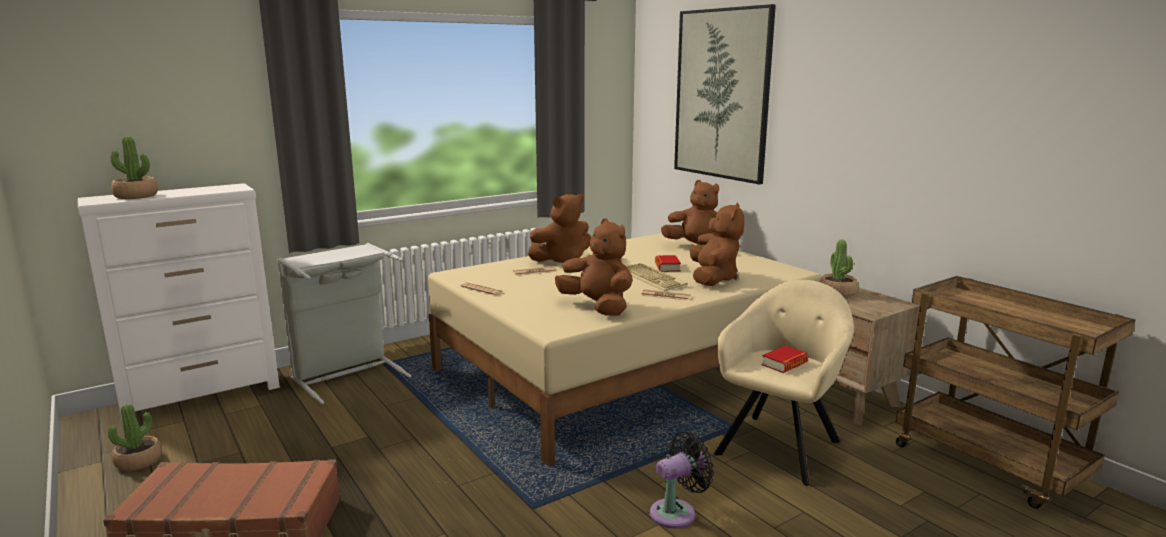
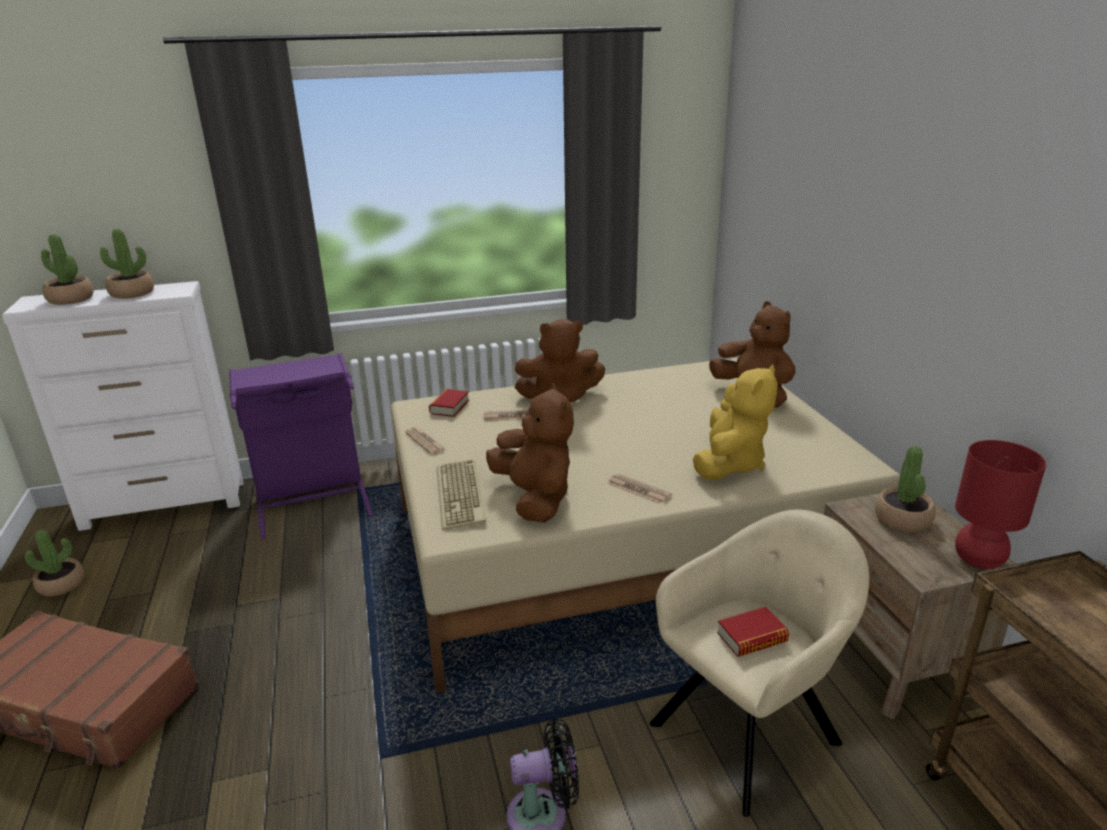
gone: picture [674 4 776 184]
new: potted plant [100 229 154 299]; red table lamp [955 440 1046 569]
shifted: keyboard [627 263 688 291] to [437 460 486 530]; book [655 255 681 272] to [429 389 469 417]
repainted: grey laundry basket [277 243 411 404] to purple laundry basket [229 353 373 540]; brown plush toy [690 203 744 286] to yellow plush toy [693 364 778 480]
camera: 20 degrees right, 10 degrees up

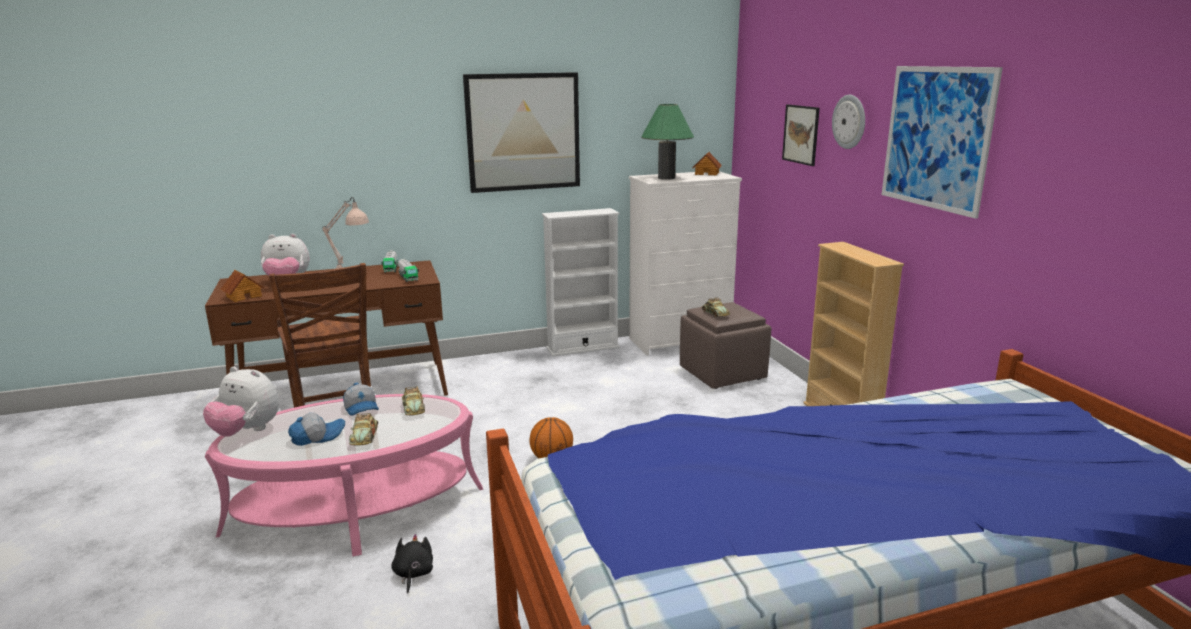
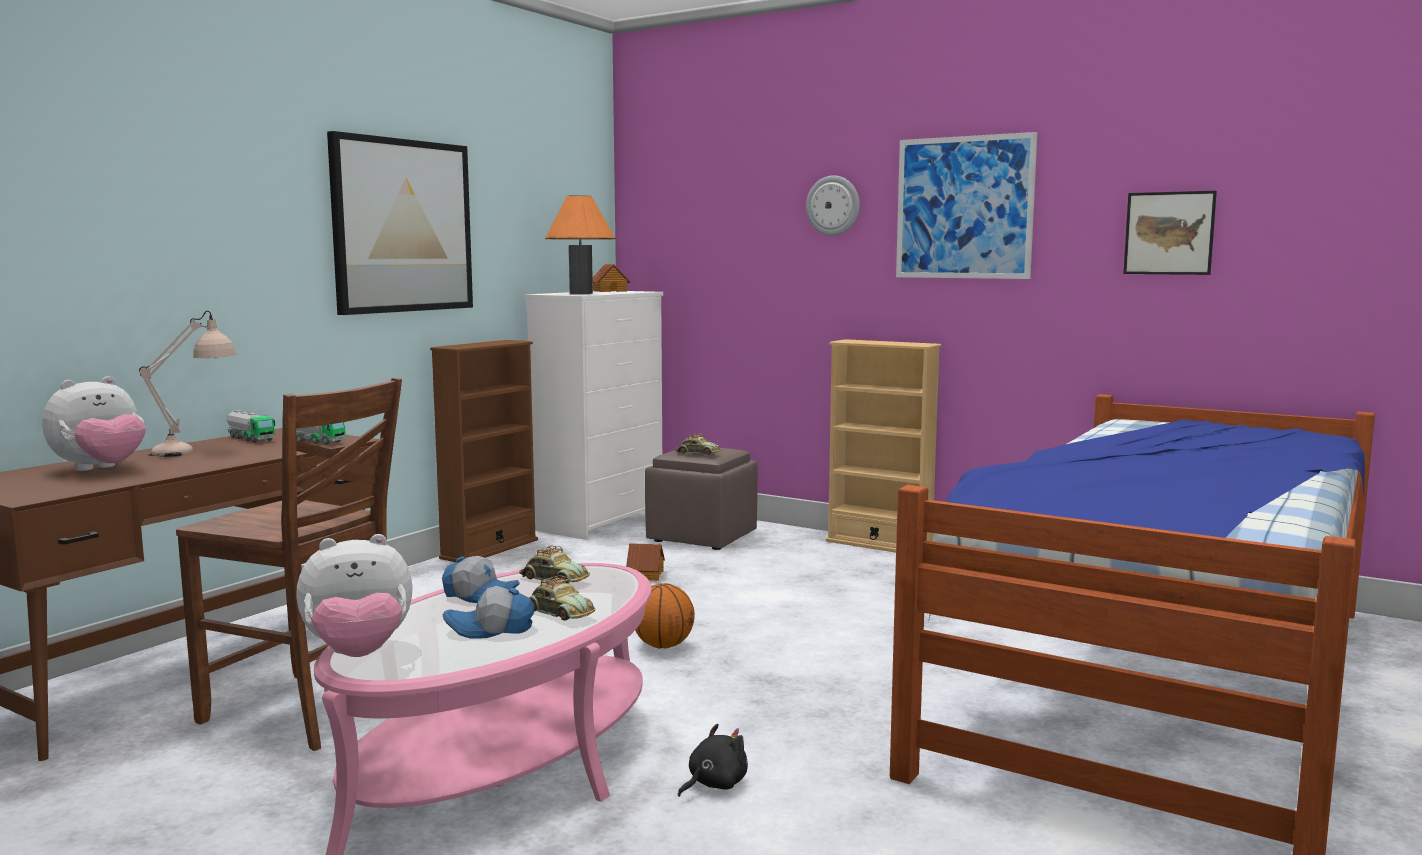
shifted: toy house [221 270 264 302] to [626 543 665 581]; picture [782 105 820 166] to [1123 191 1217 275]
repainted: white bookcase [542 208 619 356] to brown bookcase [430 340 538 562]; green table lamp [641 104 694 180] to orange table lamp [545 195 615 294]
rotated: cap [288 413 345 446] = [443 586 534 639] 120 degrees counterclockwise; black plush toy [391 534 433 594] = [678 724 748 797] 90 degrees clockwise
camera: 40 degrees left, 10 degrees down

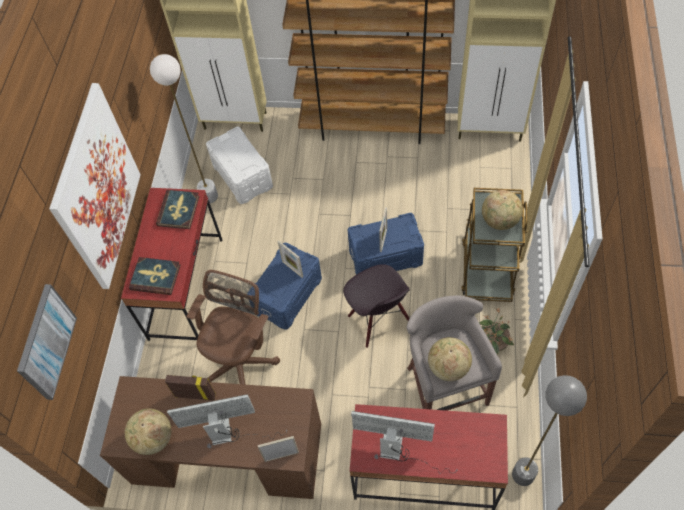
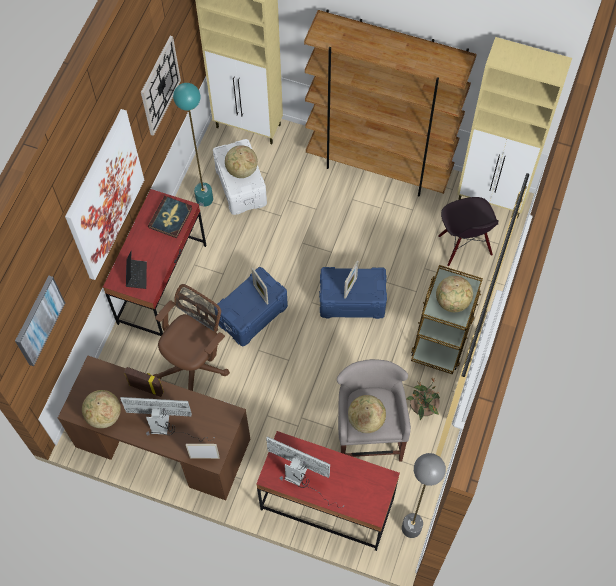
new: wall clock [141 36 181 136]; globe [225 145 258 178]
shifted: black chair [343 264 410 348] to [438 197 499 266]
swapped: book [129 257 180 295] to laptop [126 251 147 289]
repainted: white floor lamp [150 54 218 204] to turquoise floor lamp [173 83 213 207]
camera: 10 degrees right, 5 degrees up

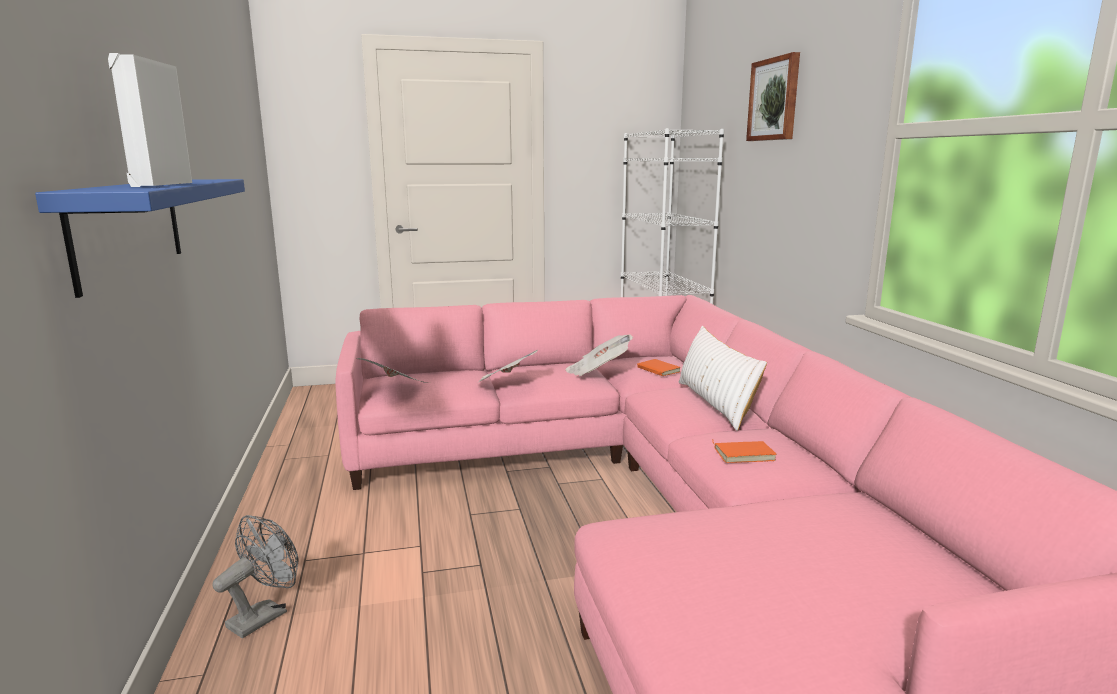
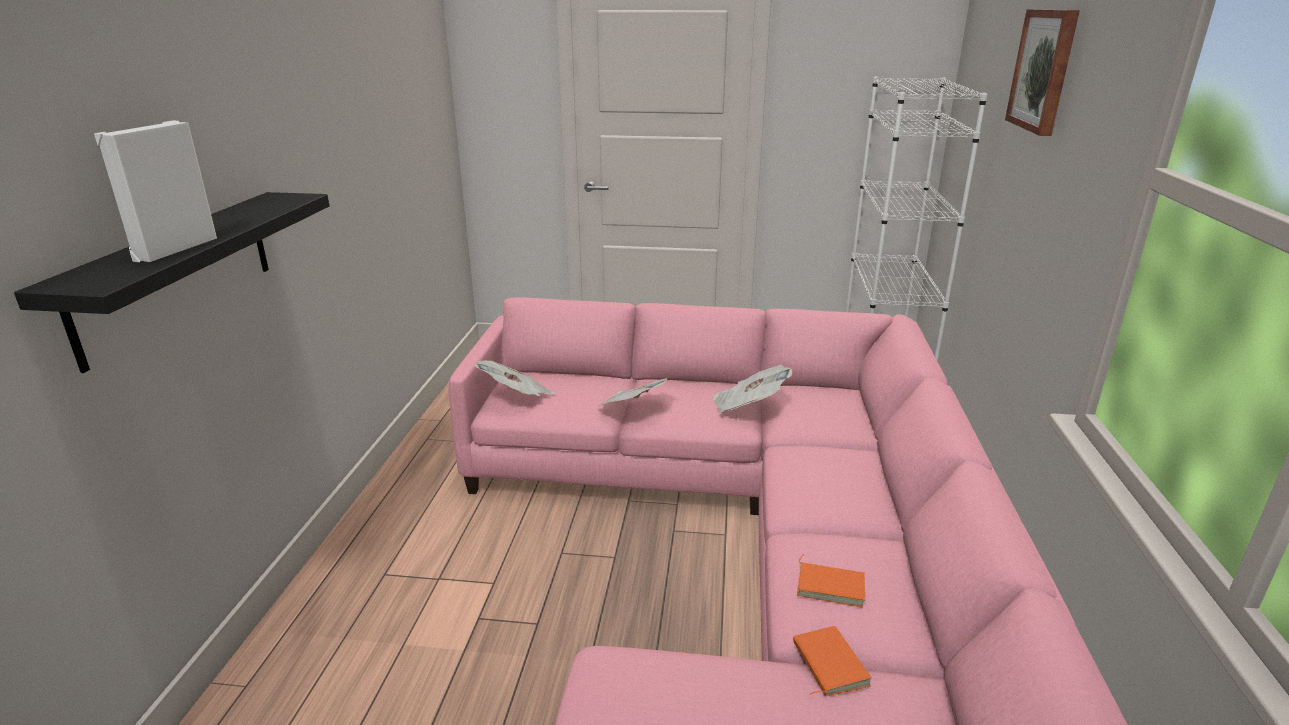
gone: grey fan [212 515 298 638]; white pillow [678 326 767 431]
shifted: orange book [637 359 680 376] to [793 626 871 696]
repainted: blue shelf [35 179 245 298] to black shelf [14 192 329 373]
camera: 20 degrees right, 10 degrees up

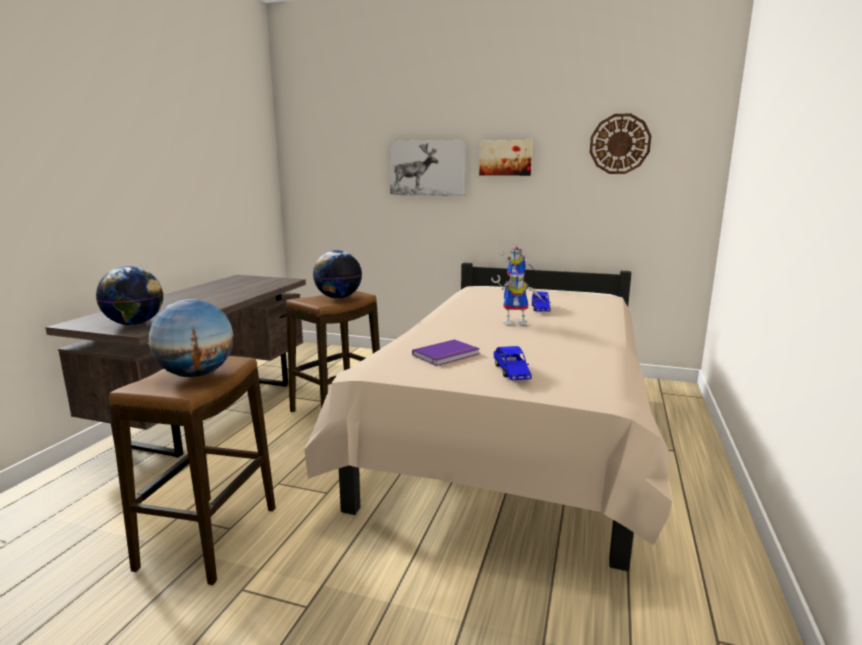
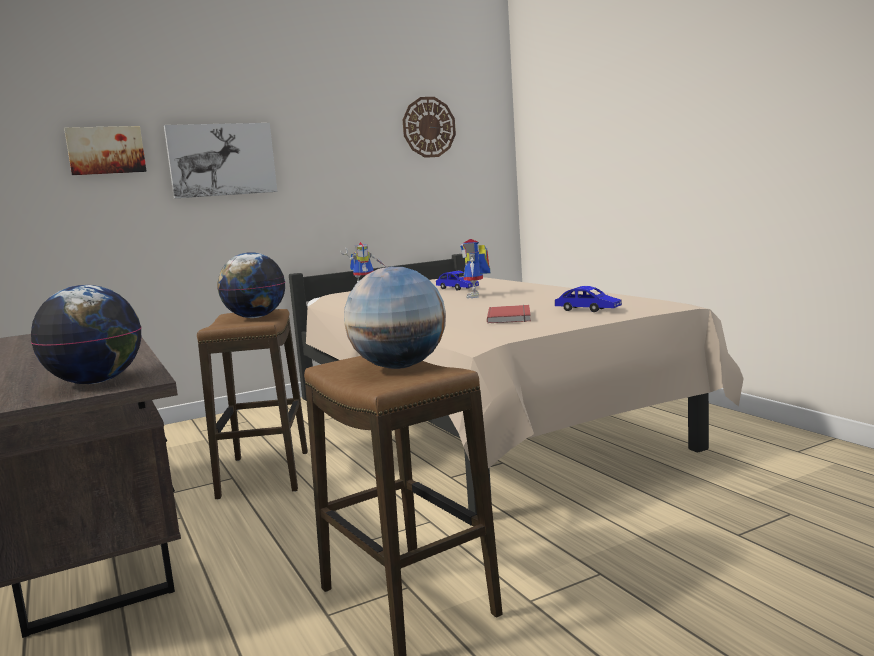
shifted: picture [479 140 532 176] to [64 126 146 175]
repainted: purple book [412 339 480 366] to red book [487 305 531 323]
rotated: toy robot [491 271 545 326] = [460 239 490 298] 135 degrees clockwise
camera: 45 degrees left, 5 degrees down

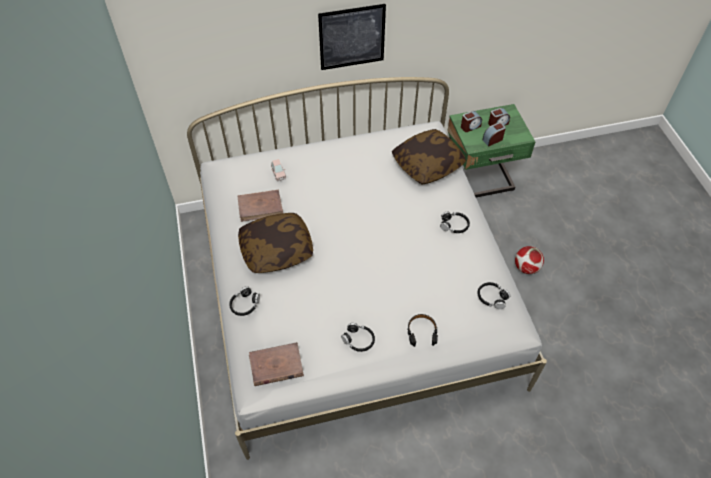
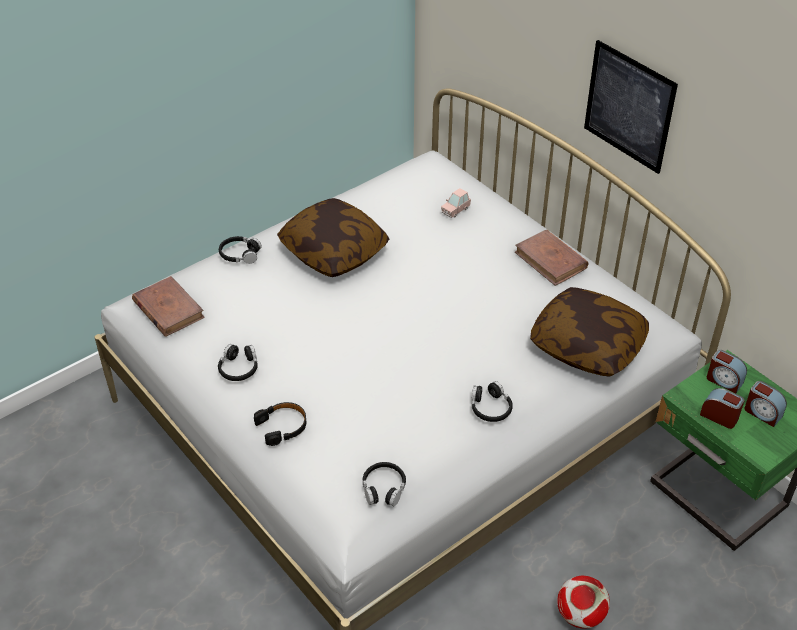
shifted: brown book [237 190 283 222] to [515 229 588 286]
camera: 65 degrees right, 10 degrees down

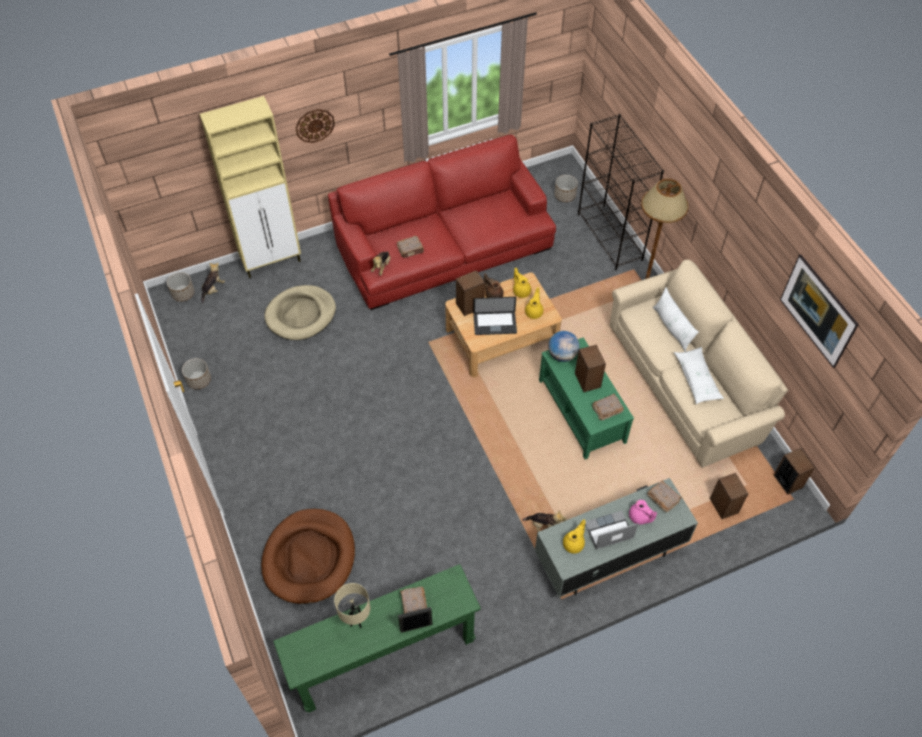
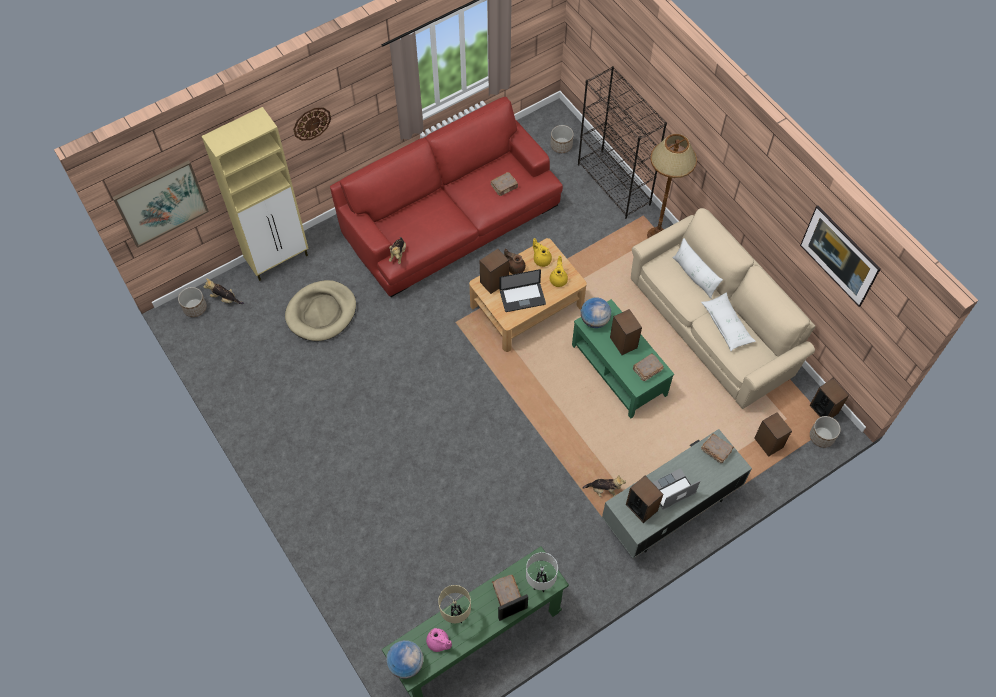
gone: brown dog bed [261 509 355 604]
new: picture [112 160 209 248]; globe [386 640 424 679]; white table lamp [526 552 558 592]
shifted: planter [182 358 211 389] to [810 416 841 448]; brown book [397 236 424 258] to [491 172 518 196]; pink teapot [629 500 657 525] to [426 628 452 652]
swapped: yellow teapot [563 520 586 554] to speaker [626 476 663 523]
rotated: plush toy [201 263 225 303] = [203 278 244 304] 90 degrees counterclockwise
camera: 10 degrees left, 5 degrees up

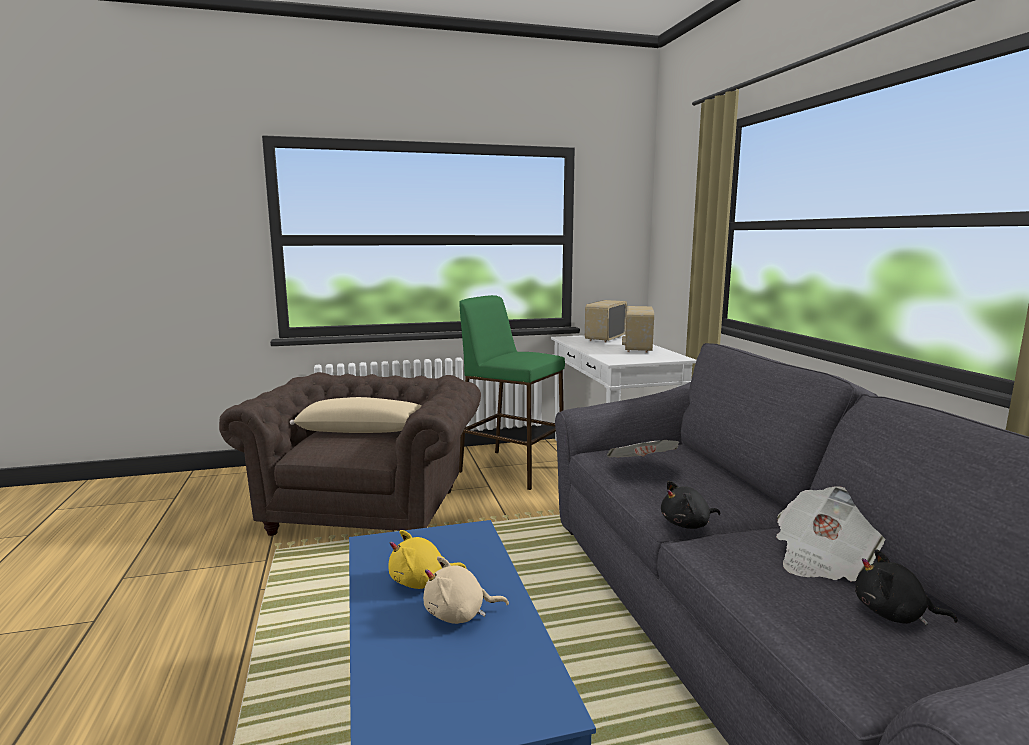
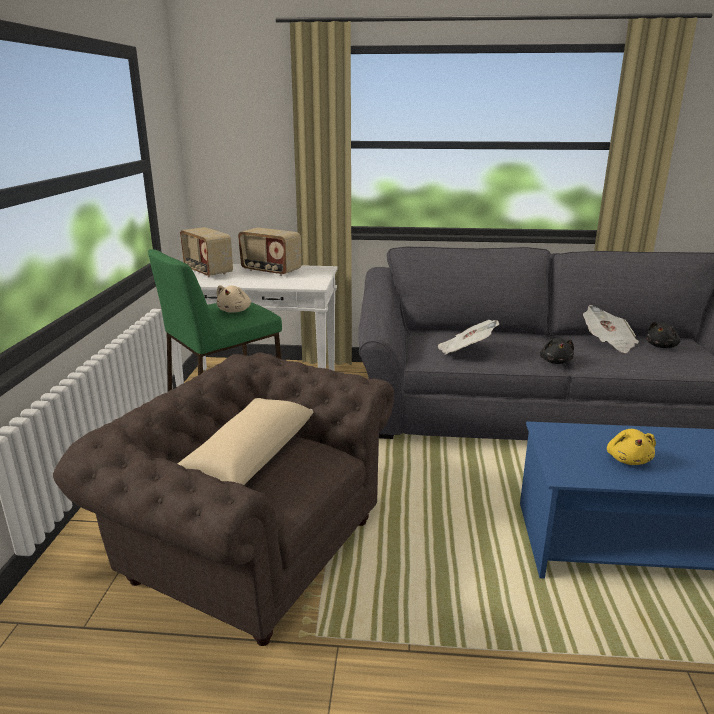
shifted: beige plush toy [423 556 509 624] to [217 285 251 313]
camera: 70 degrees left, 10 degrees up

